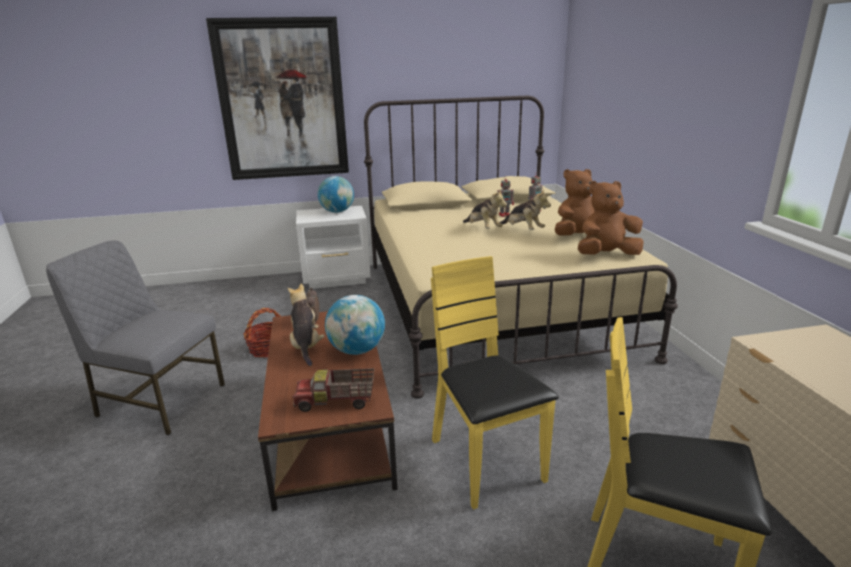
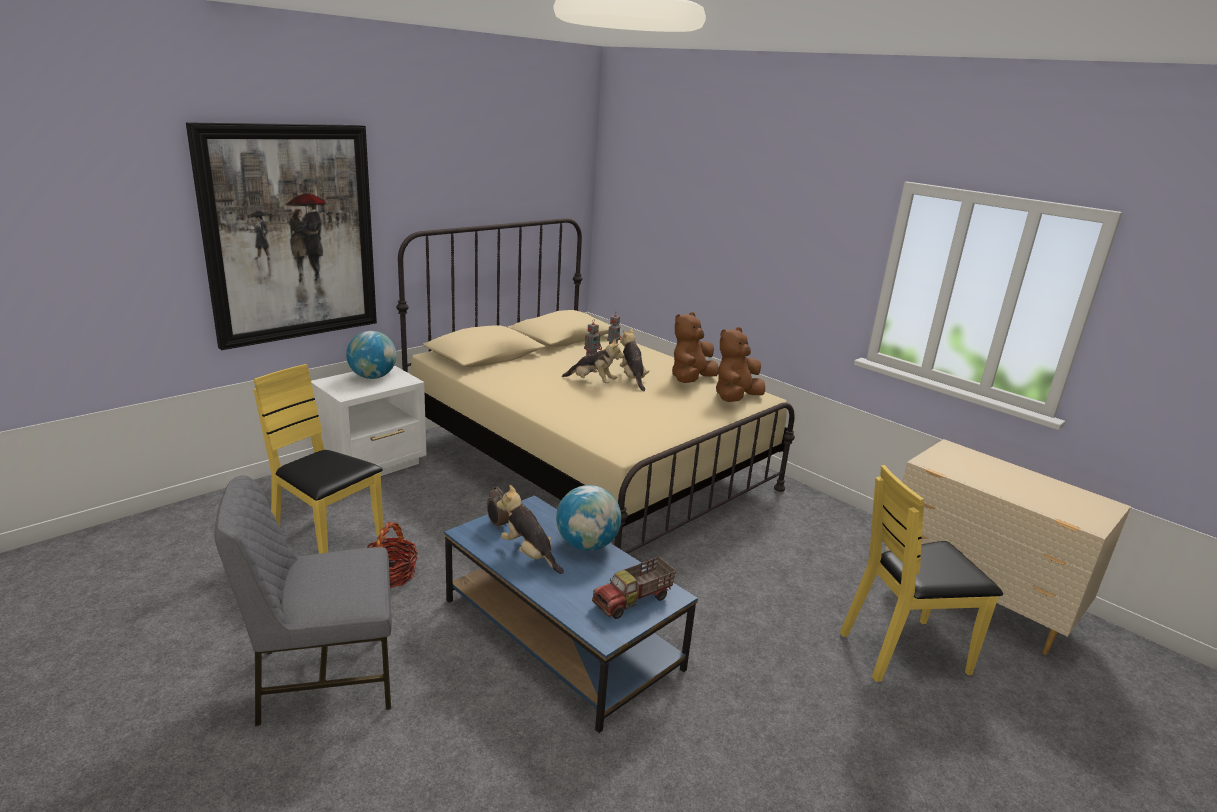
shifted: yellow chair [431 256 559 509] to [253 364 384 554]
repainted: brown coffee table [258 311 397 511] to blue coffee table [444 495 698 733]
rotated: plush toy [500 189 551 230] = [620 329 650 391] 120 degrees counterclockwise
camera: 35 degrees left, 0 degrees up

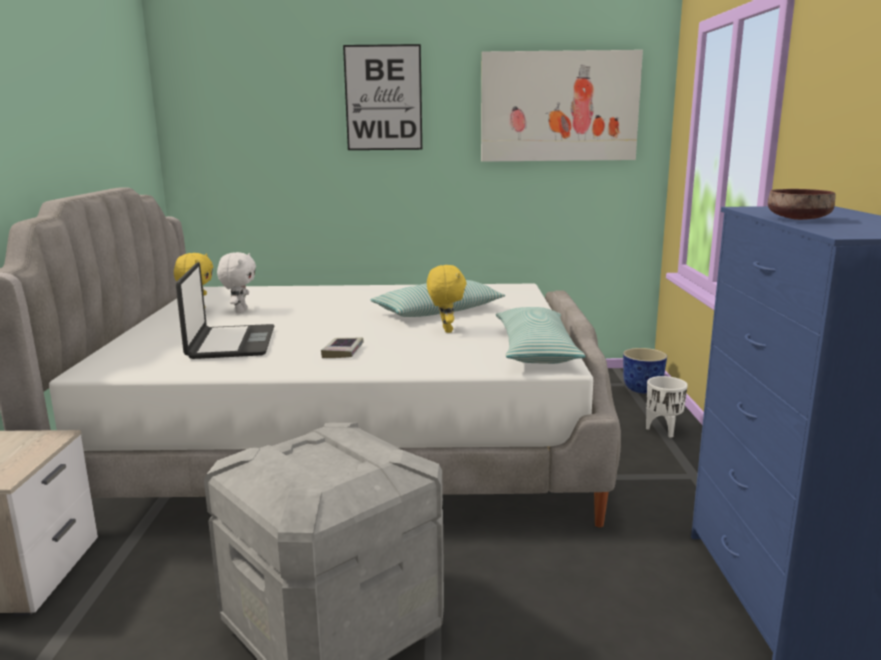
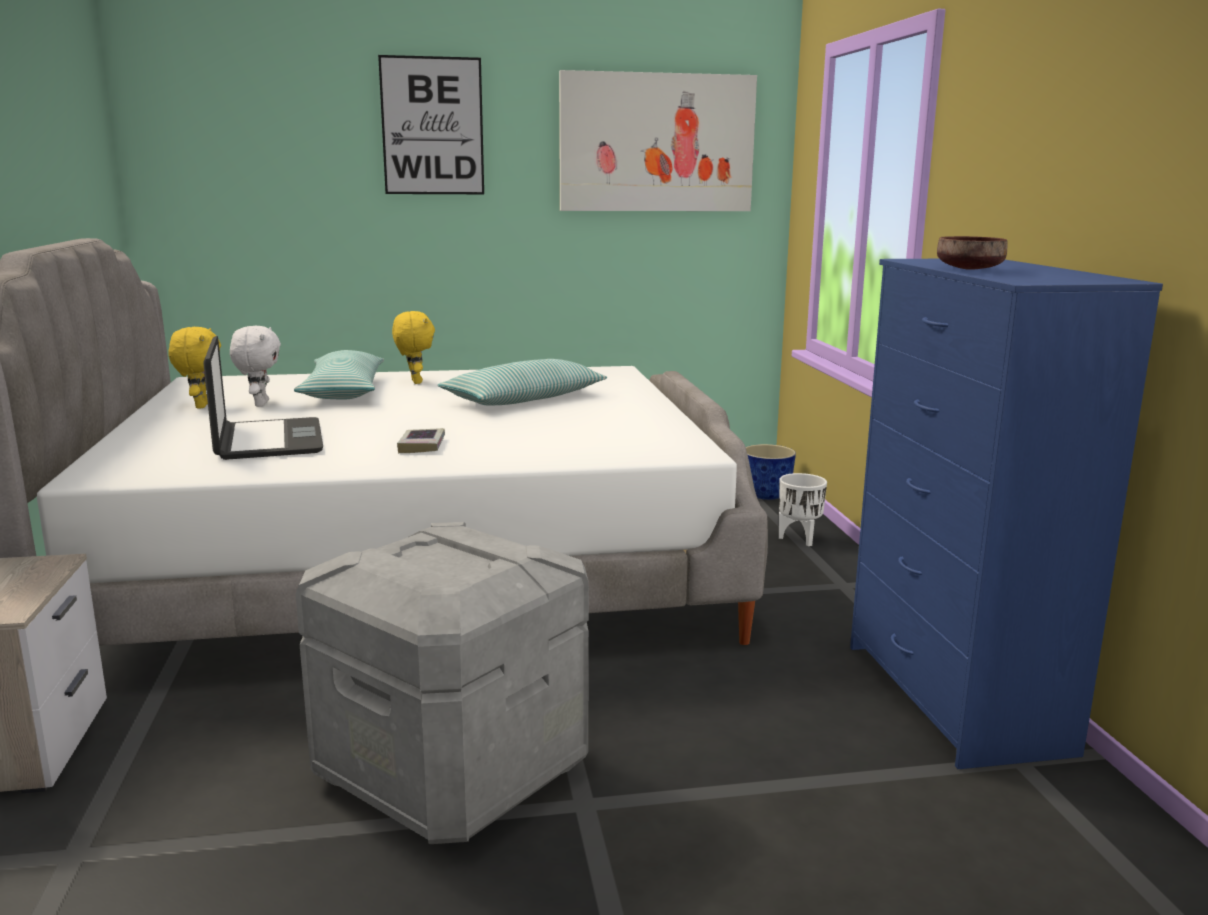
shifted: yellow plush toy [427 265 467 333] to [392 311 435 384]; pillow [496 307 585 364] to [294 350 384 400]
camera: 10 degrees left, 0 degrees up

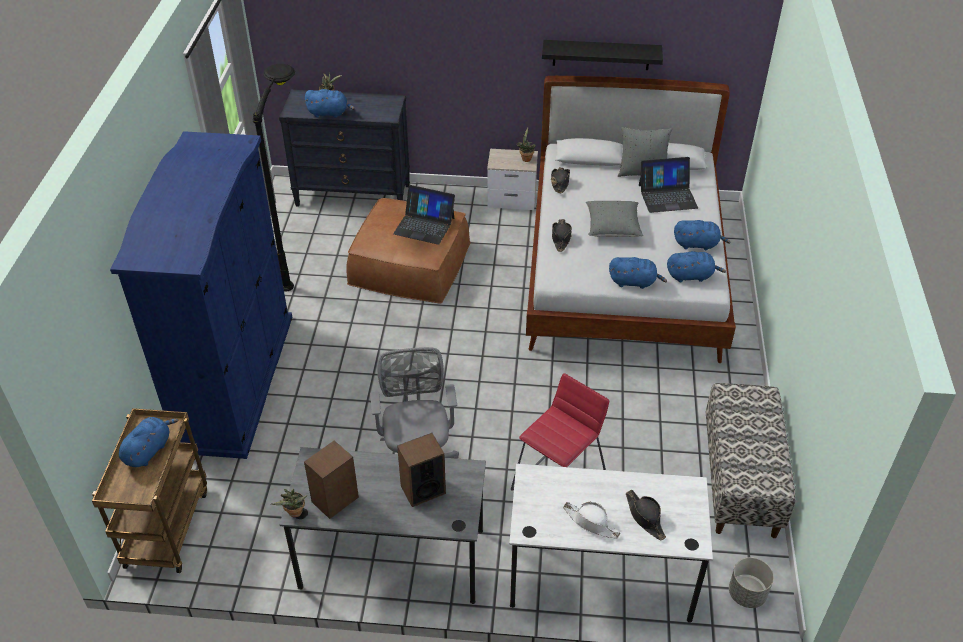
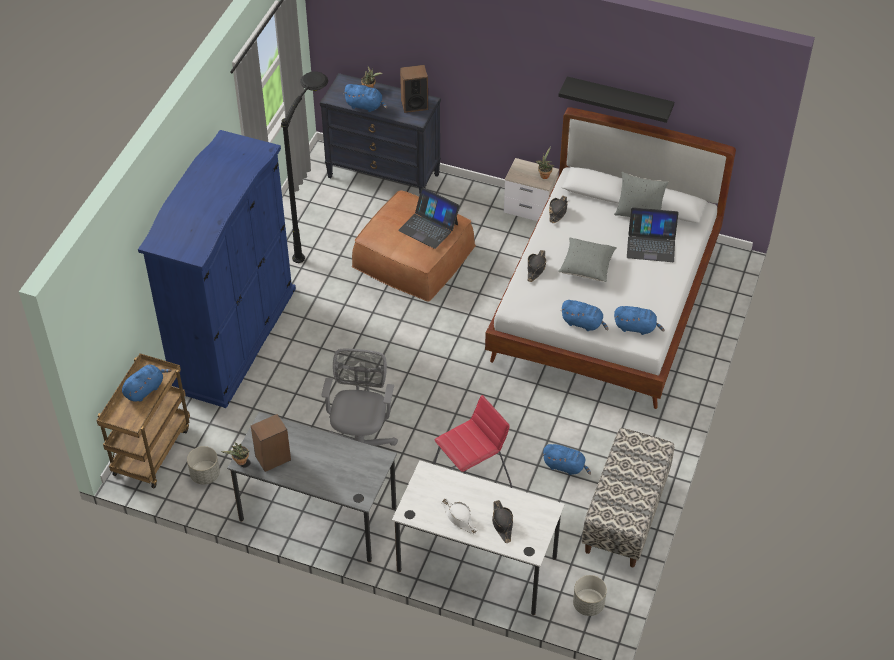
new: grey planter [187 446 220 485]
shifted: speaker [397 433 446 507] to [400 65 428 113]; blue plush toy [674 220 731 250] to [542 444 591 475]
camera: 15 degrees right, 5 degrees up

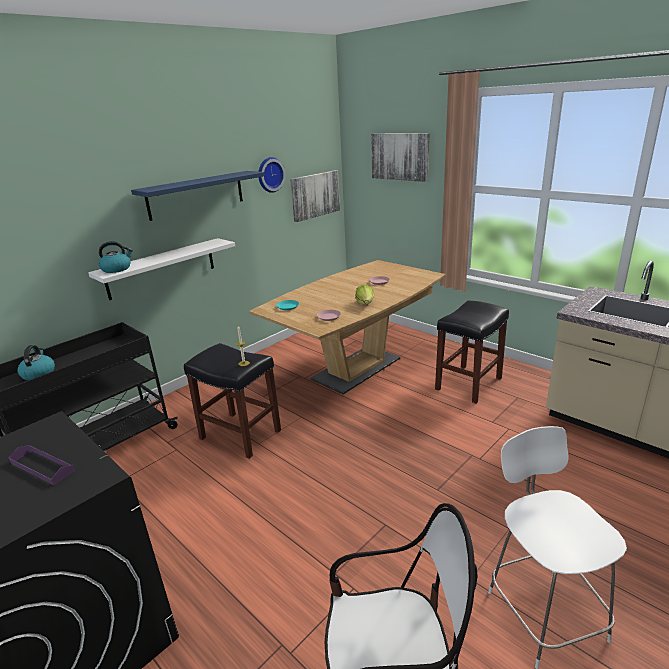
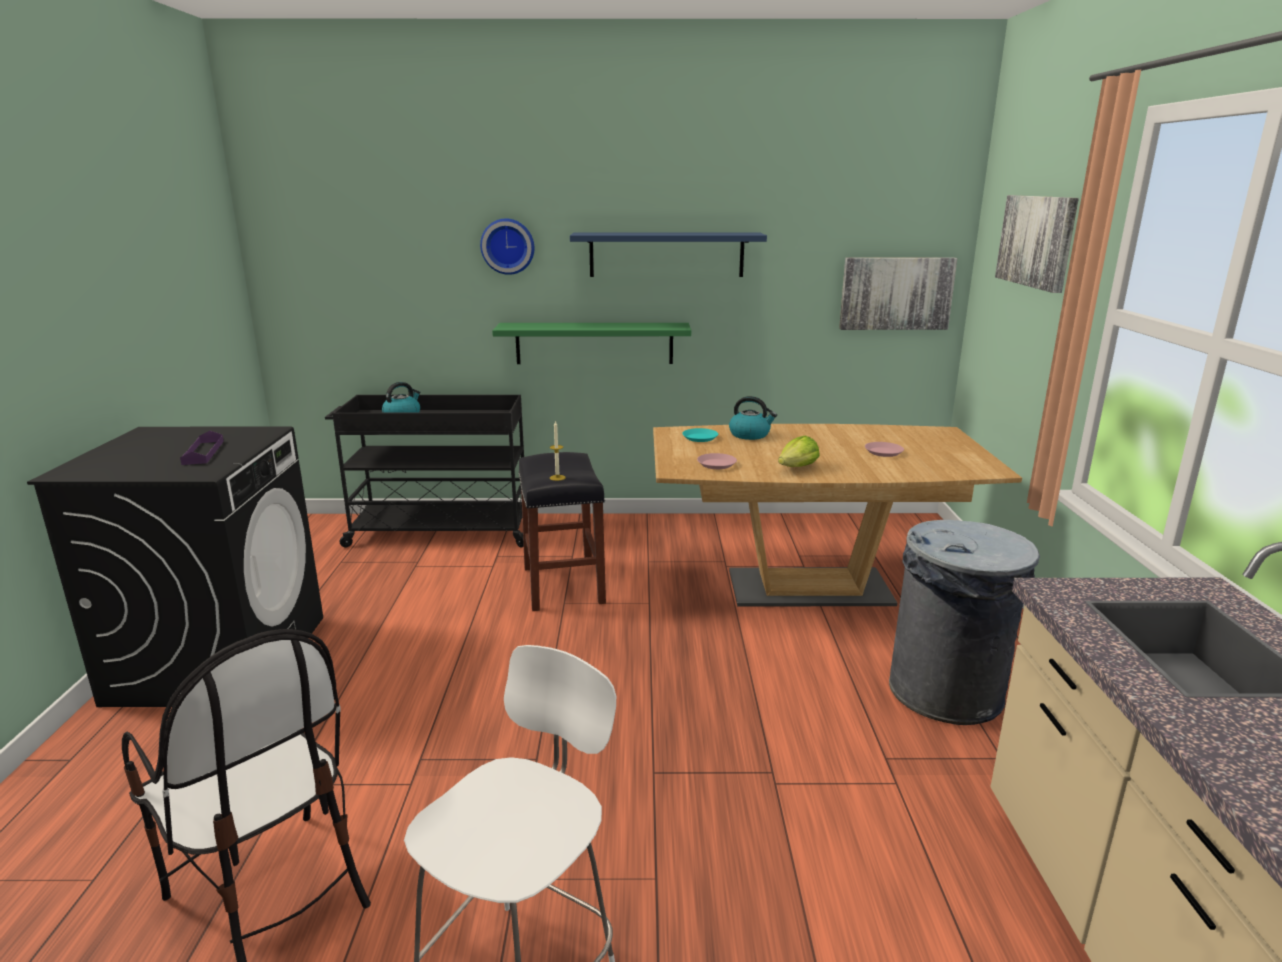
shifted: kettle [98 241 133 273] to [729 396 777 440]; wall clock [258 157 286 193] to [480 218 534 275]
swapped: black stool [435 301 509 403] to grey trash can [889 520 1040 725]
repainted: white shelf [88 238 235 300] to green shelf [492 323 691 364]
camera: 45 degrees right, 5 degrees down

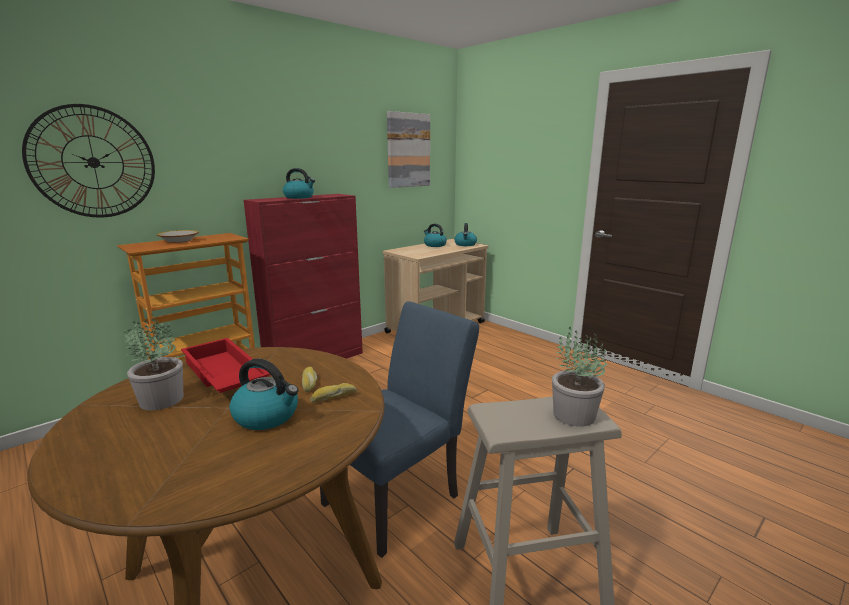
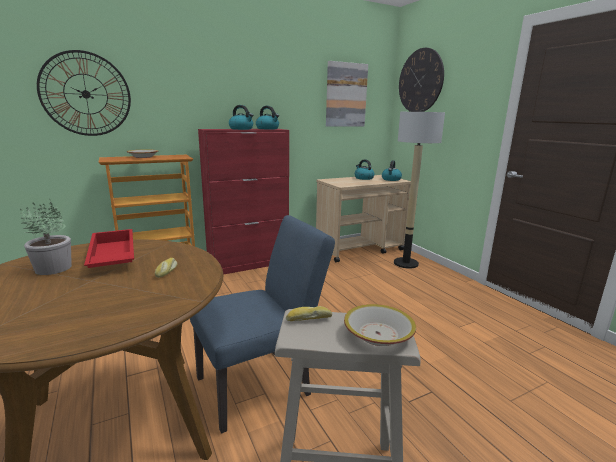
new: floor lamp [394 109 445 269]; wall clock [399 48 444 112]
shifted: kettle [229 359 298 430] to [256 106 279 129]; bread [310 383 357 402] to [286 306 332 321]
swapped: potted plant [552 326 607 427] to bowl [344 304 416 346]
camera: 15 degrees right, 0 degrees up

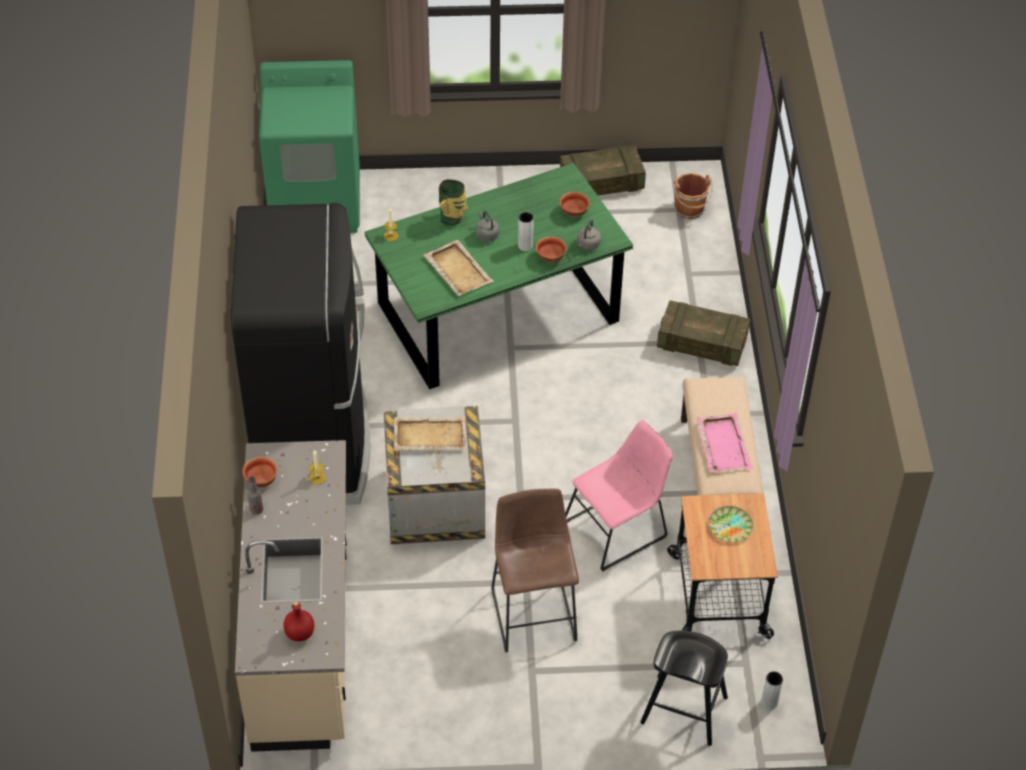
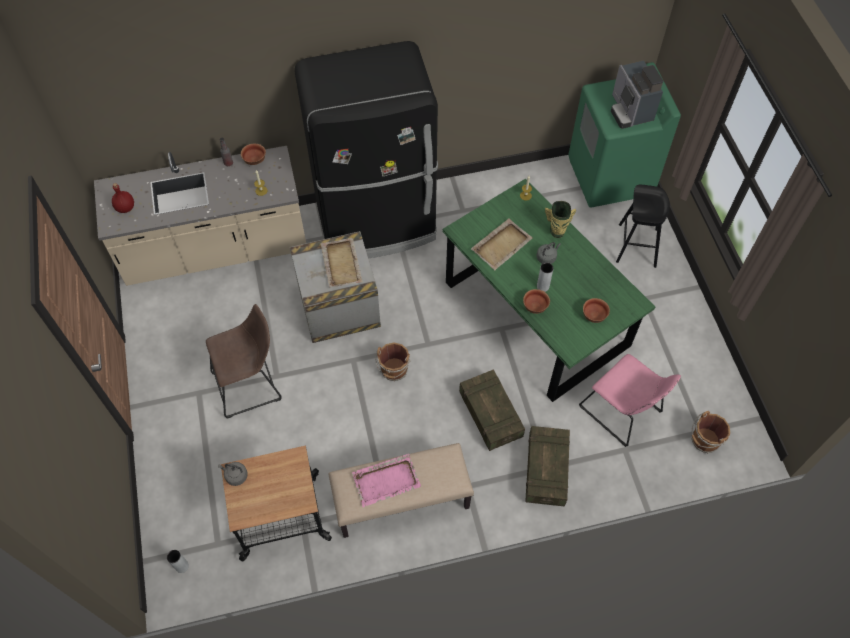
gone: plate [709 506 753 542]
new: brown bucket [375 343 411 381]; coffee machine [611 60 663 129]
shifted: crate [560 145 646 196] to [459 369 525 451]; pink chair [565 420 673 571] to [579 354 681 447]; grey kettle [577 219 601 250] to [218 462 248 486]; black stool [640 631 728 746] to [616 185 670 268]
camera: 80 degrees right, 10 degrees up

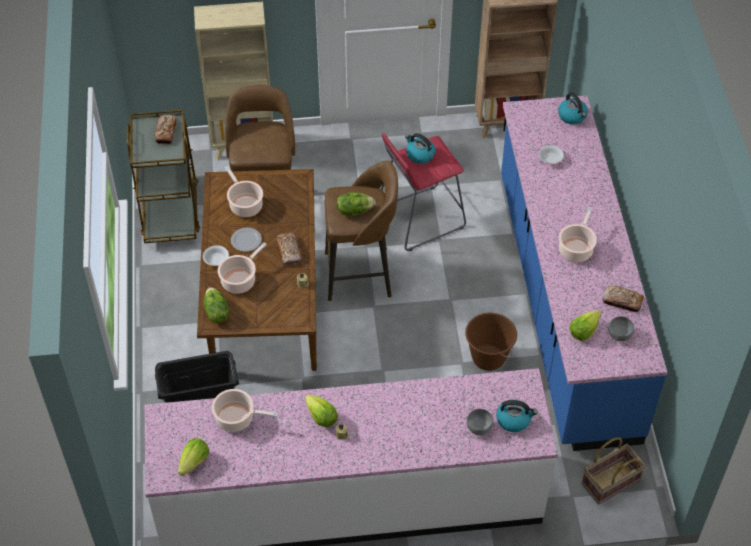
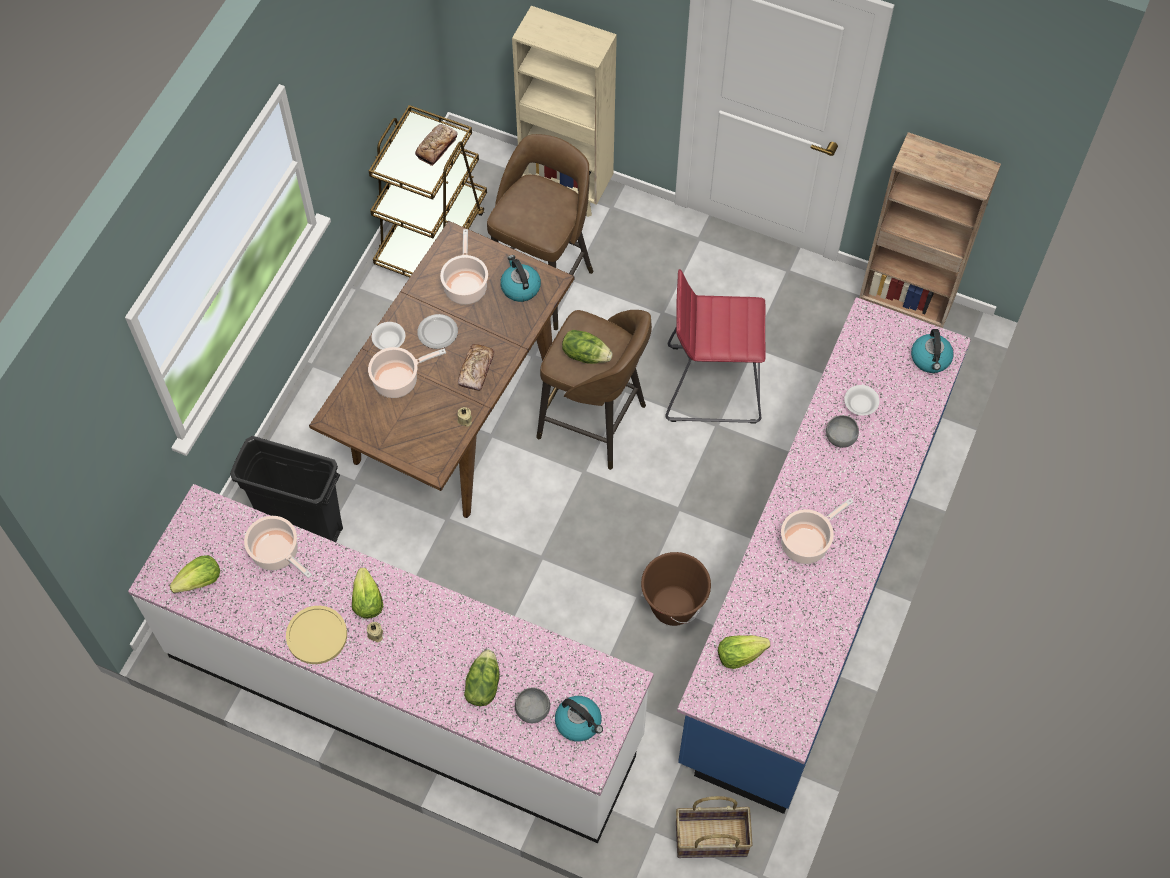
gone: bread [602 286 644 312]
new: yellow plate [286 606 347 664]
shifted: lettuce [204 287 229 323] to [464 650 500 706]; kettle [405 133 435 164] to [500 255 541 302]; grey bowl [608 316 634 341] to [826 415 859 448]
camera: 30 degrees right, 10 degrees up

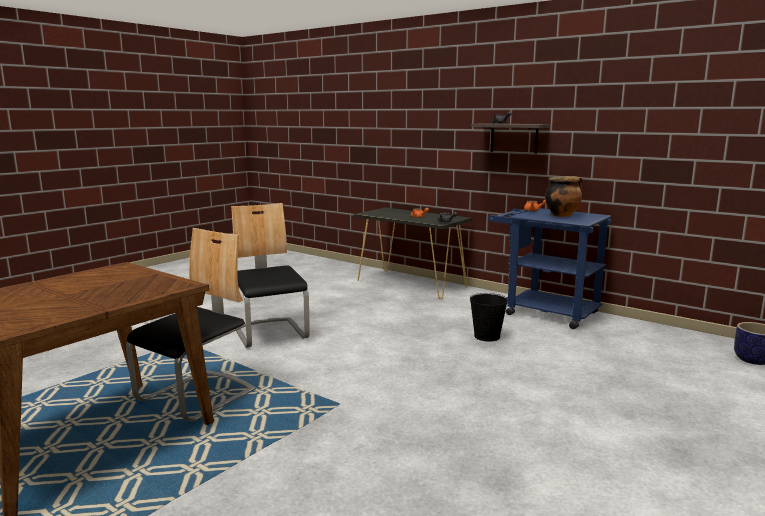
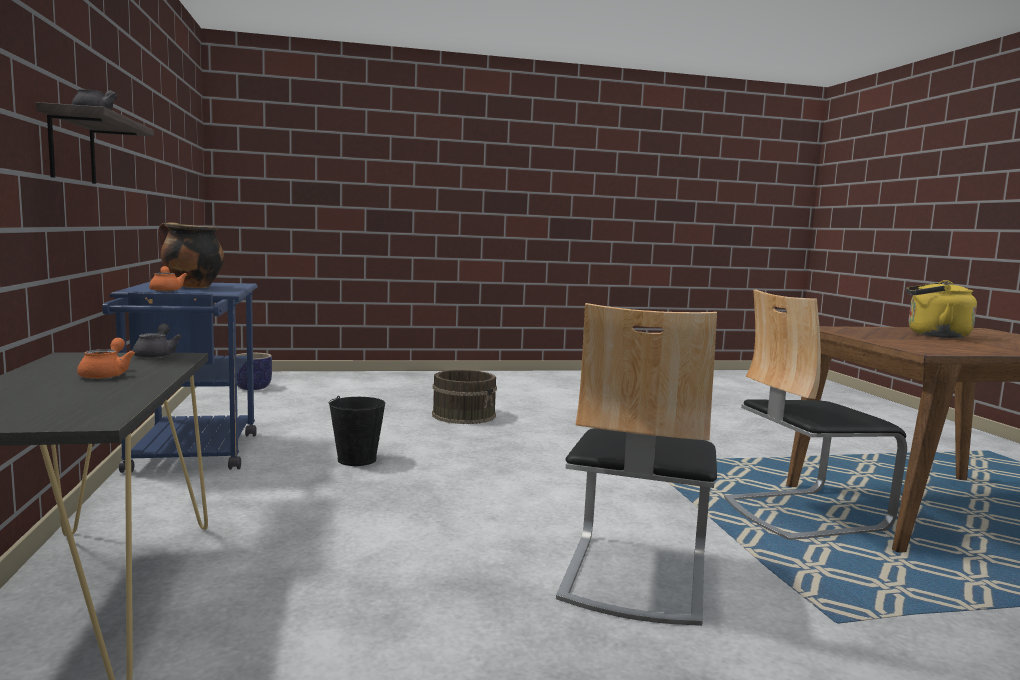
new: brown bucket [432 370 497 424]; yellow kettle [906 280 977 338]
camera: 140 degrees left, 5 degrees down

